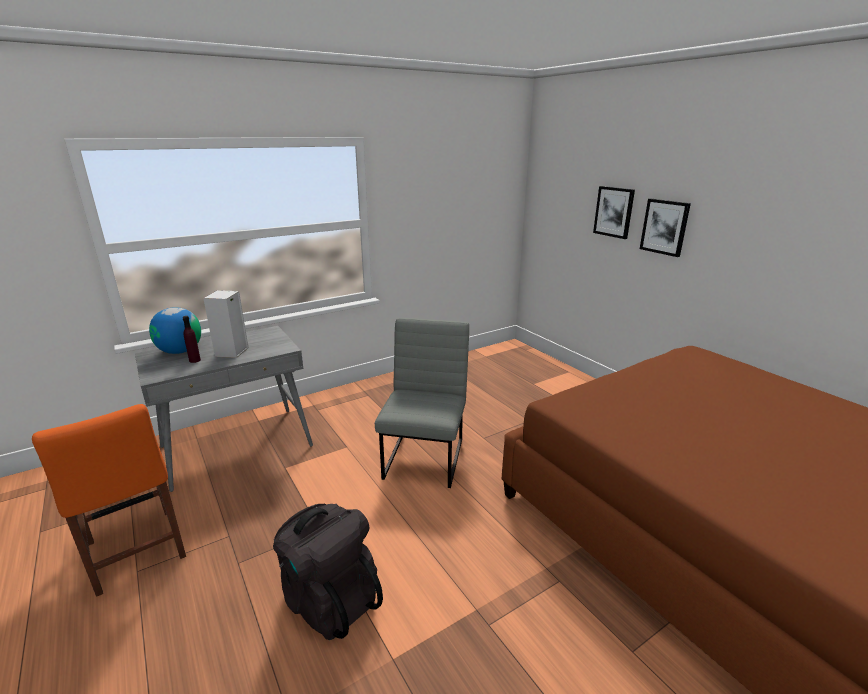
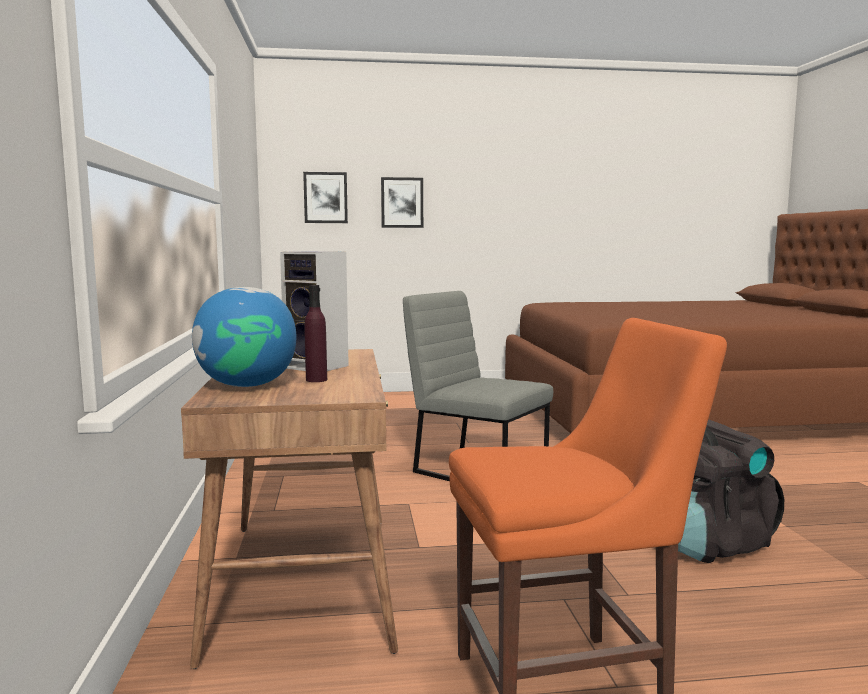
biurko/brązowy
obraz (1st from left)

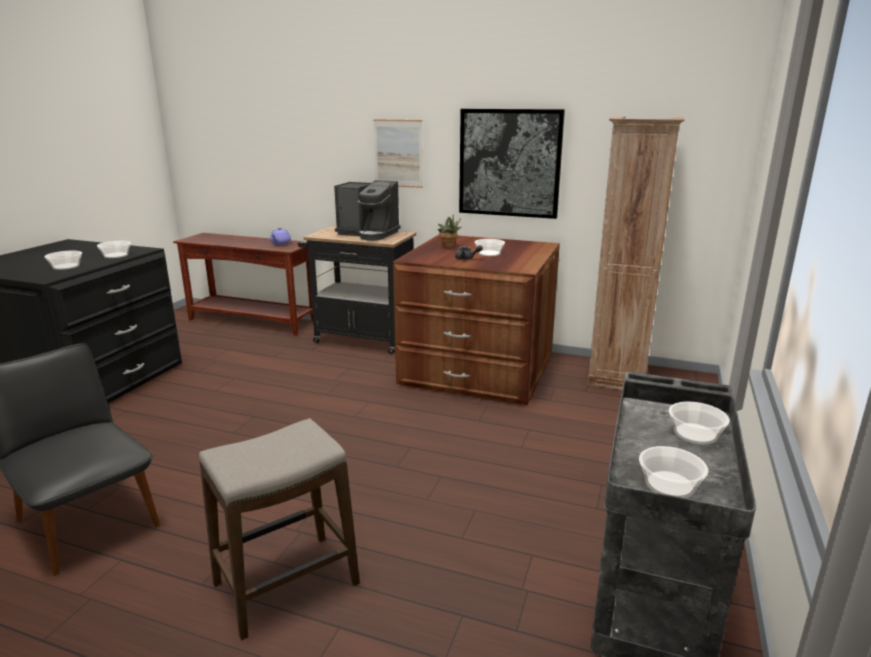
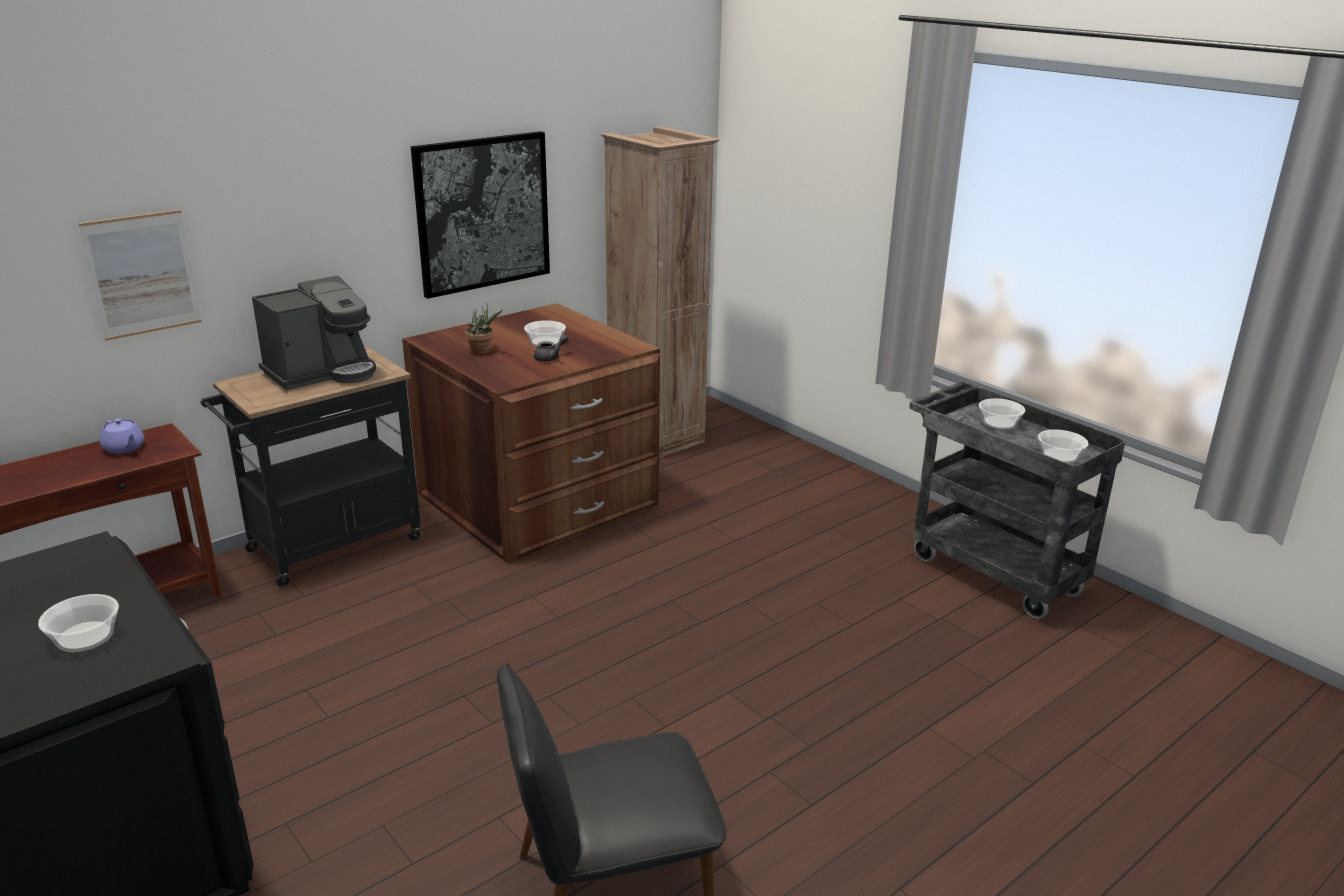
obraz (1st from left)
miska (2nd from left in the first image)
stołek

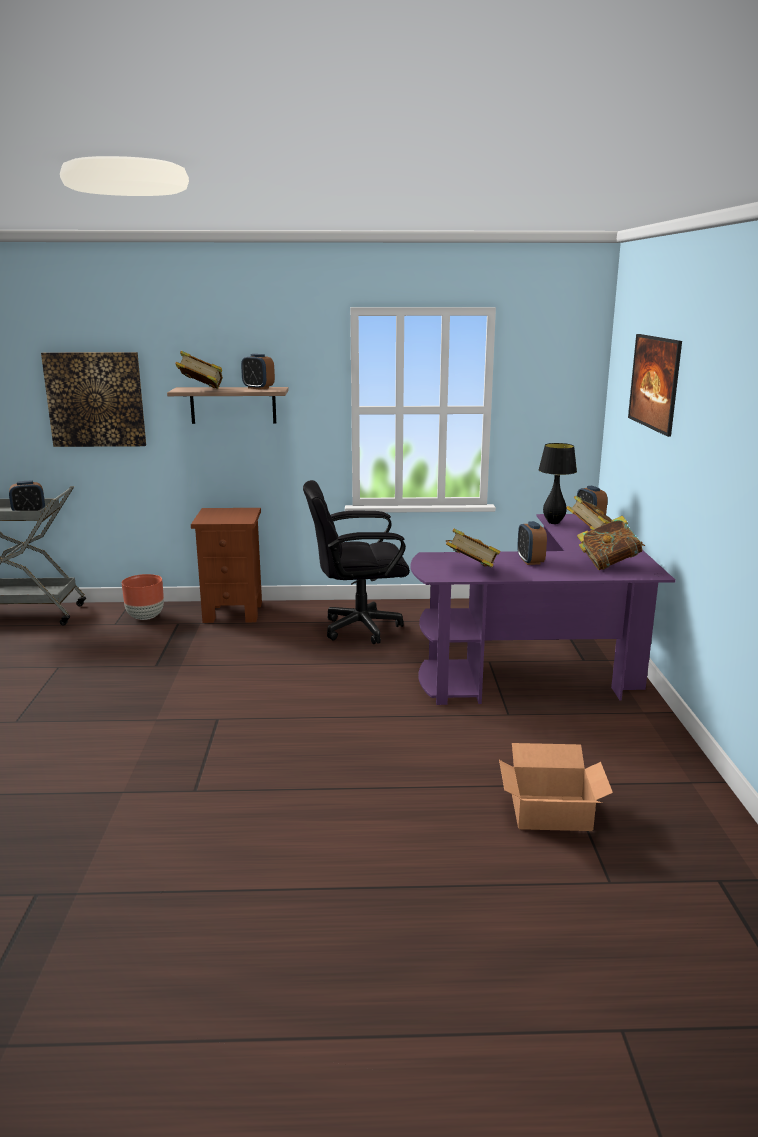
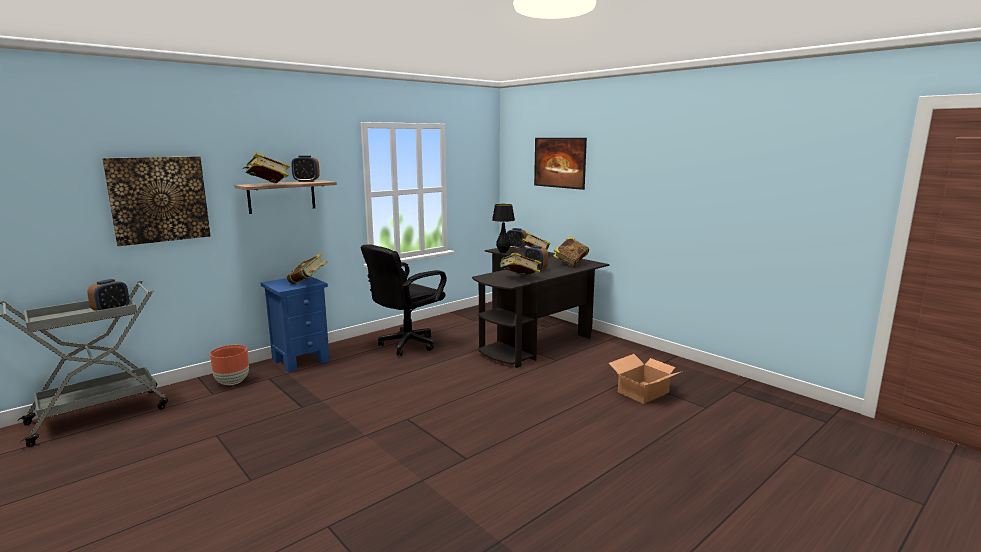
szafka nocna/niebieski
książka (2nd from left)
biurko/czarny

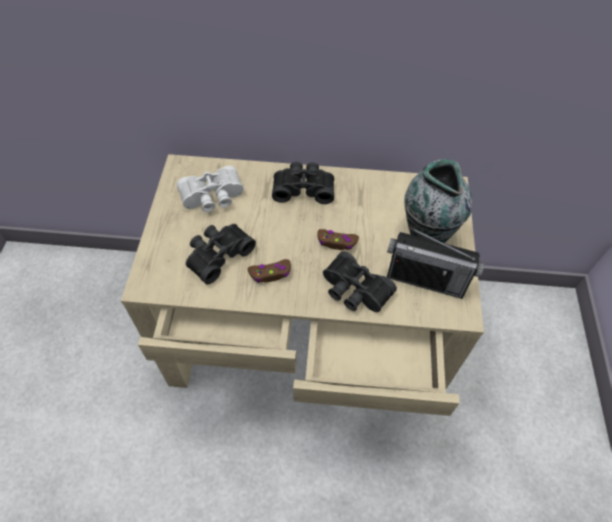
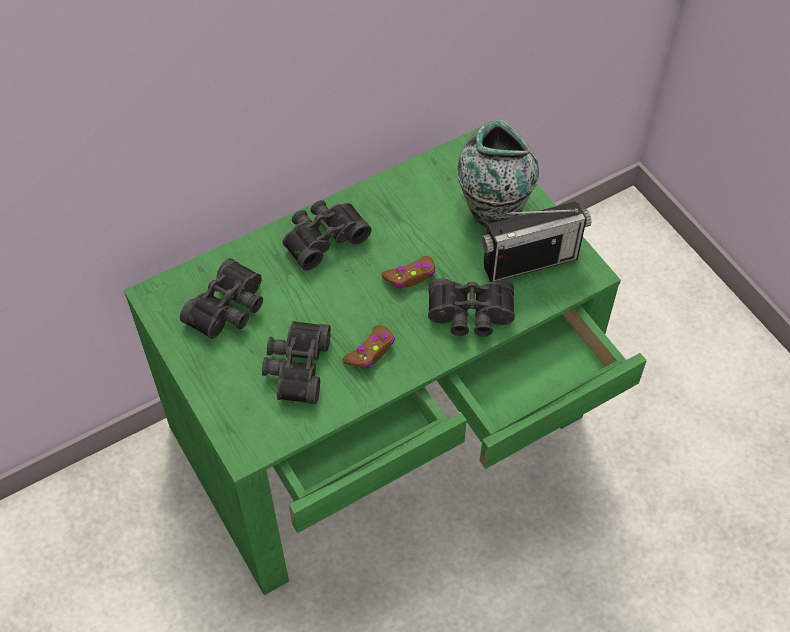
biurko/zielony
lornetka/czarny (1st from left)

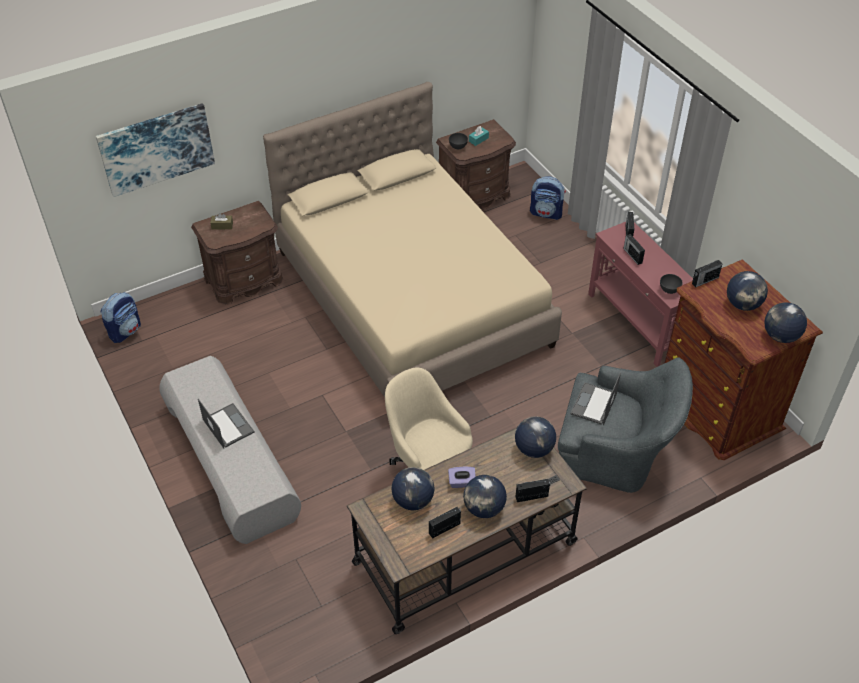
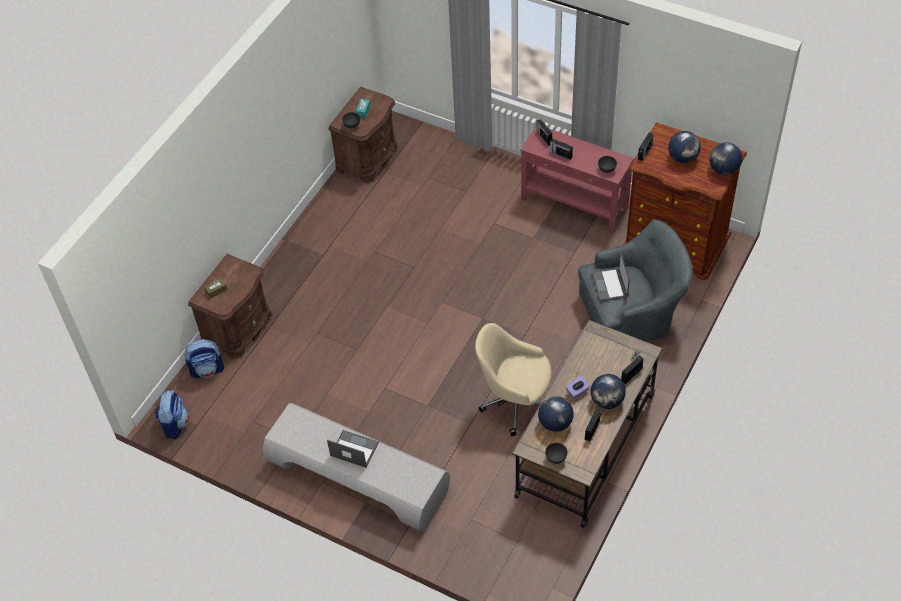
plecak (2nd from left)
miska/szary (2nd from left)
obraz
łóżko/beżowy
globus (3rd from left in the first image)

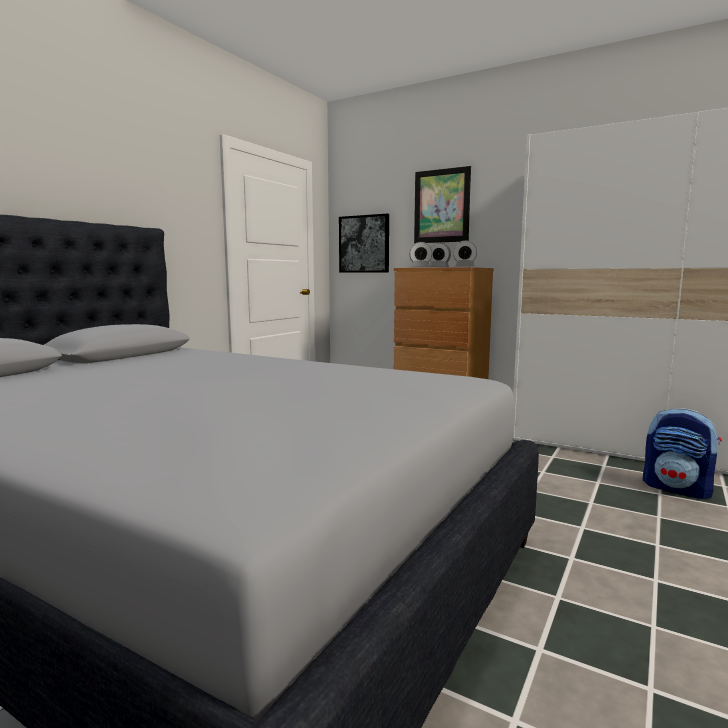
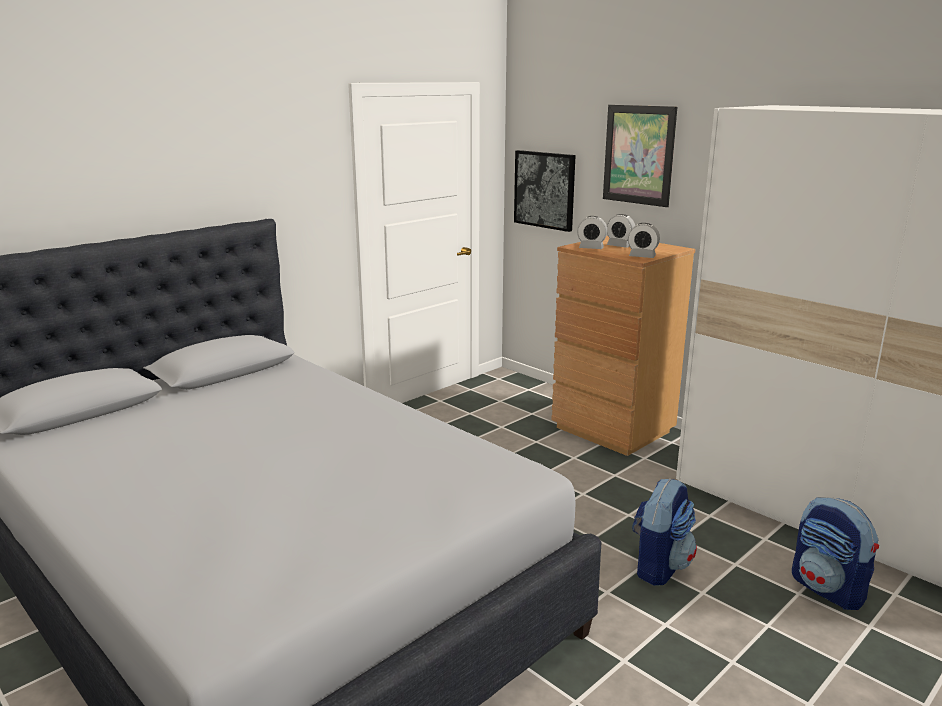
plecak (1st from left)

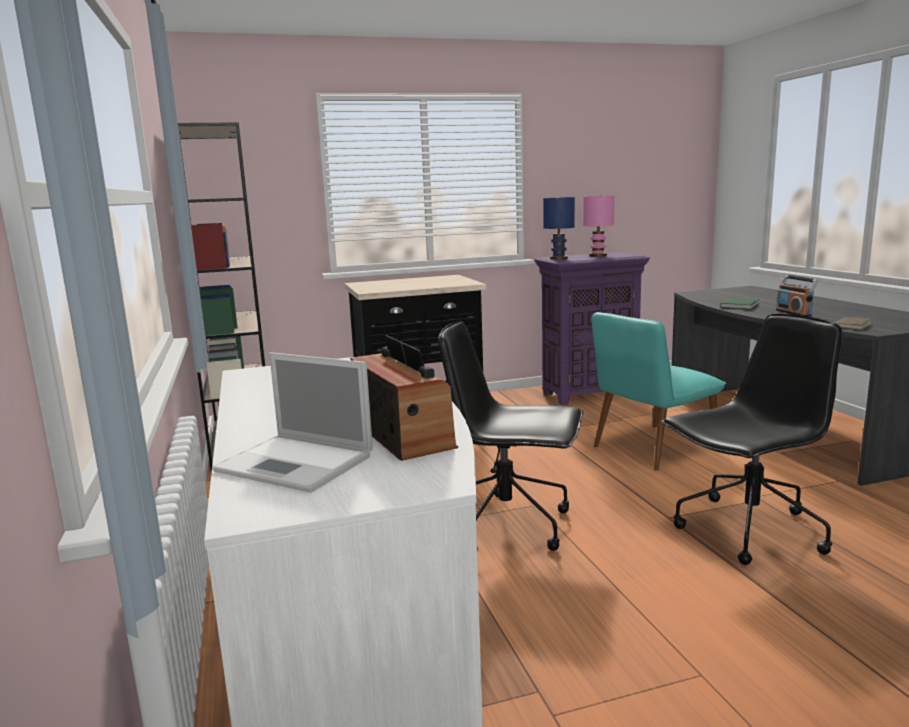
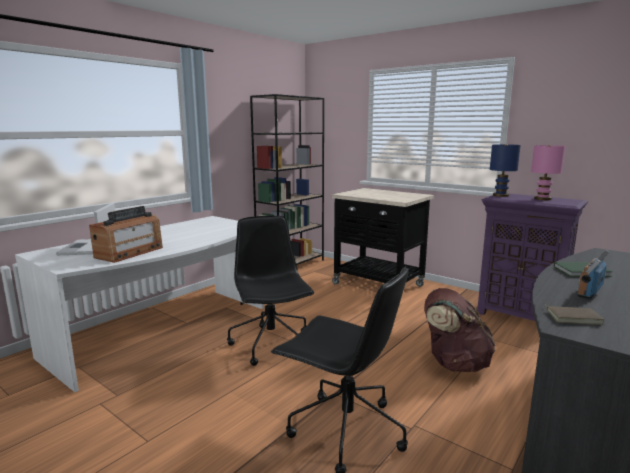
plecak/brązowy

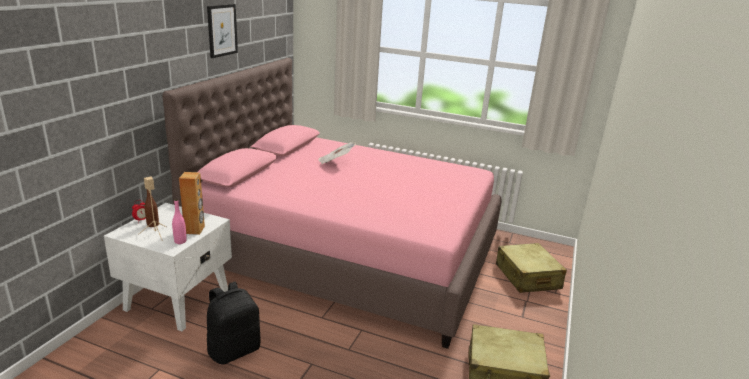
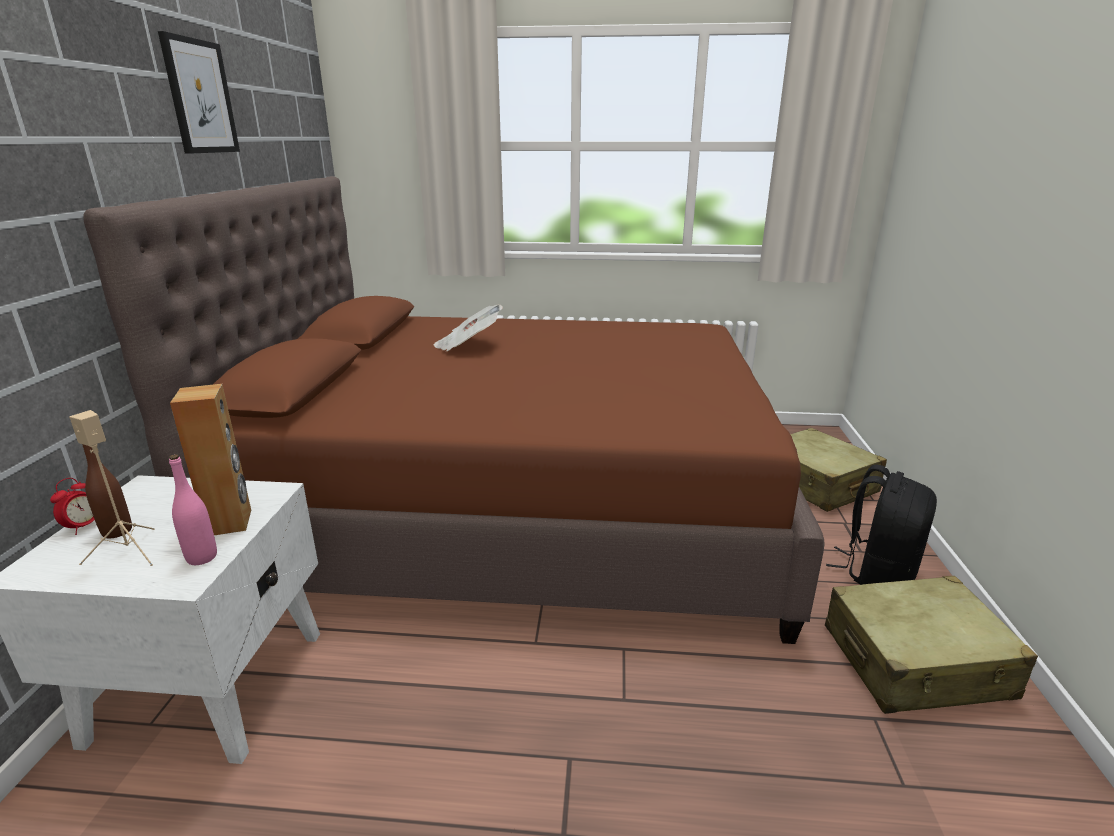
łóżko/brązowy
plecak/czarny

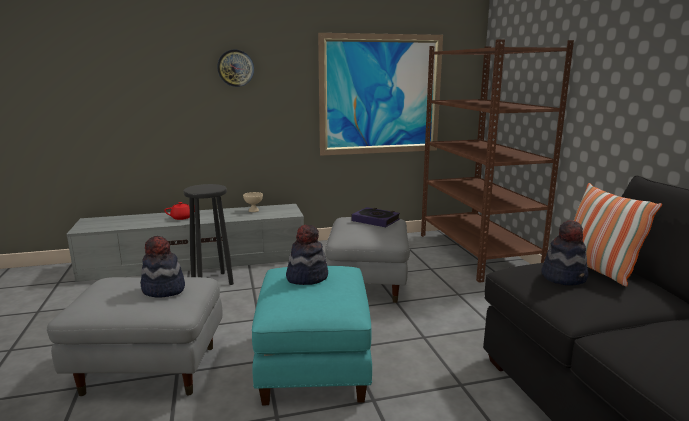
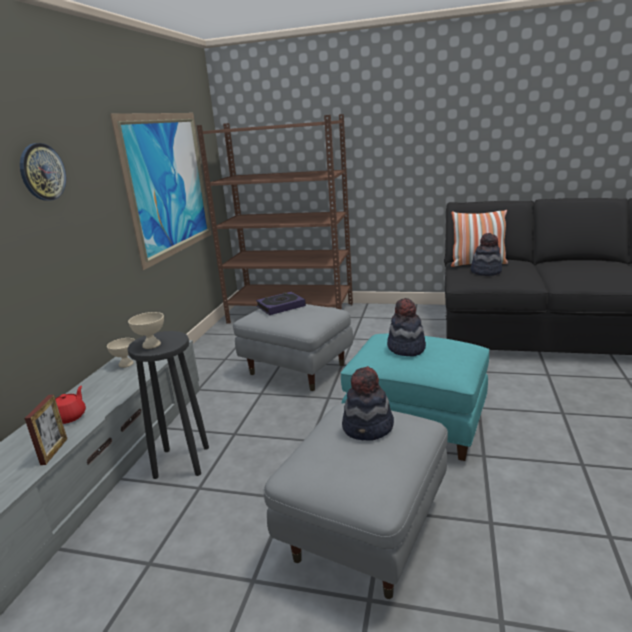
ramka na zdjęcie
miska/beżowy (2nd from left)

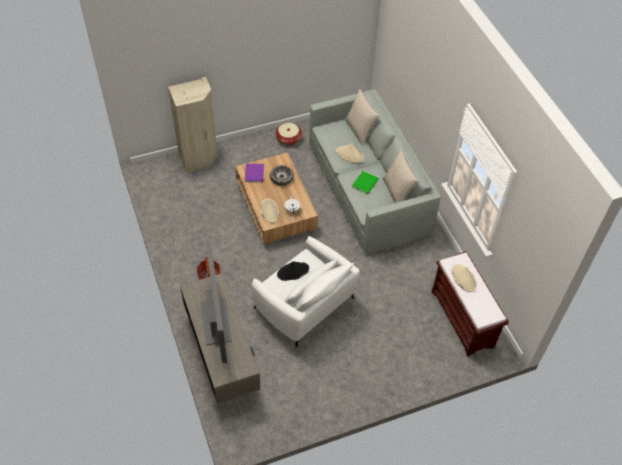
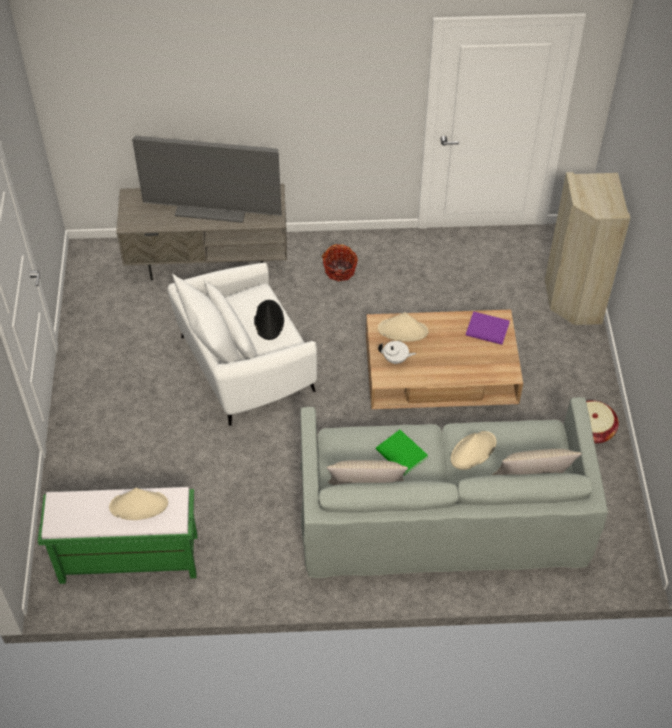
ławka/zielony
miska

